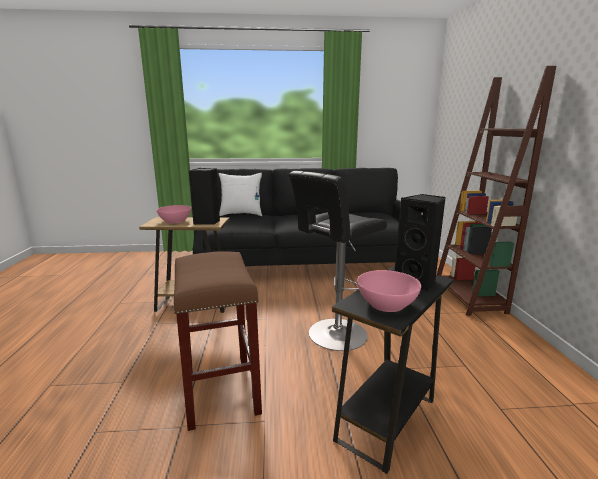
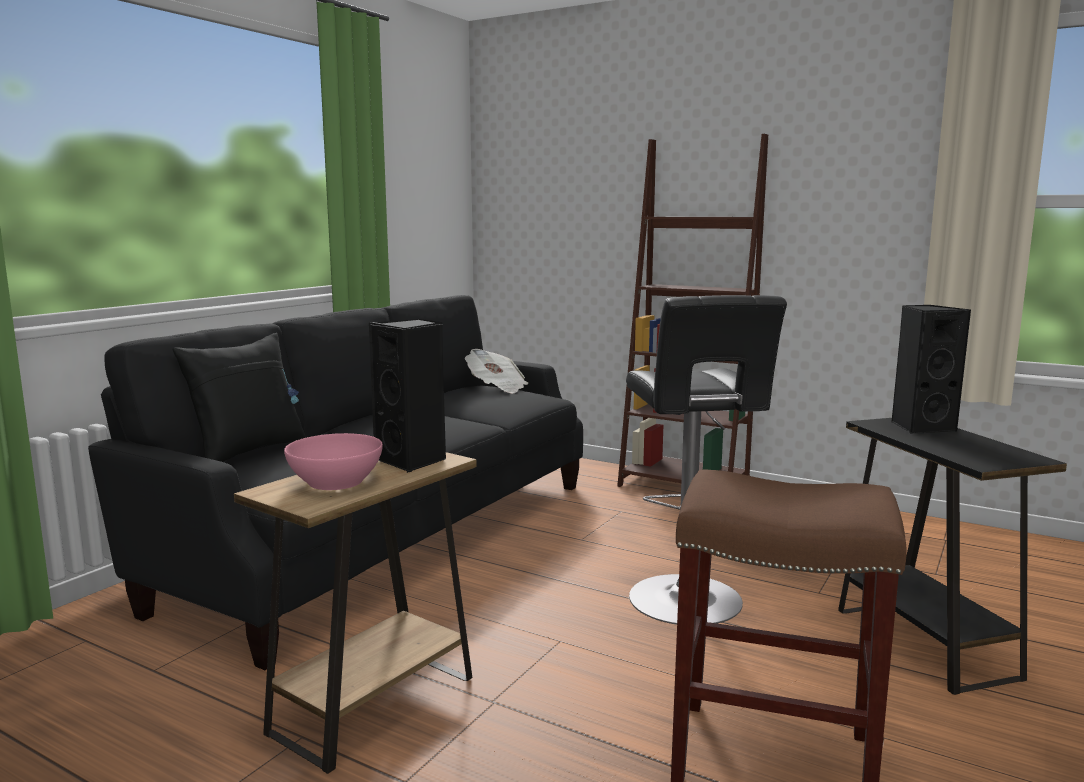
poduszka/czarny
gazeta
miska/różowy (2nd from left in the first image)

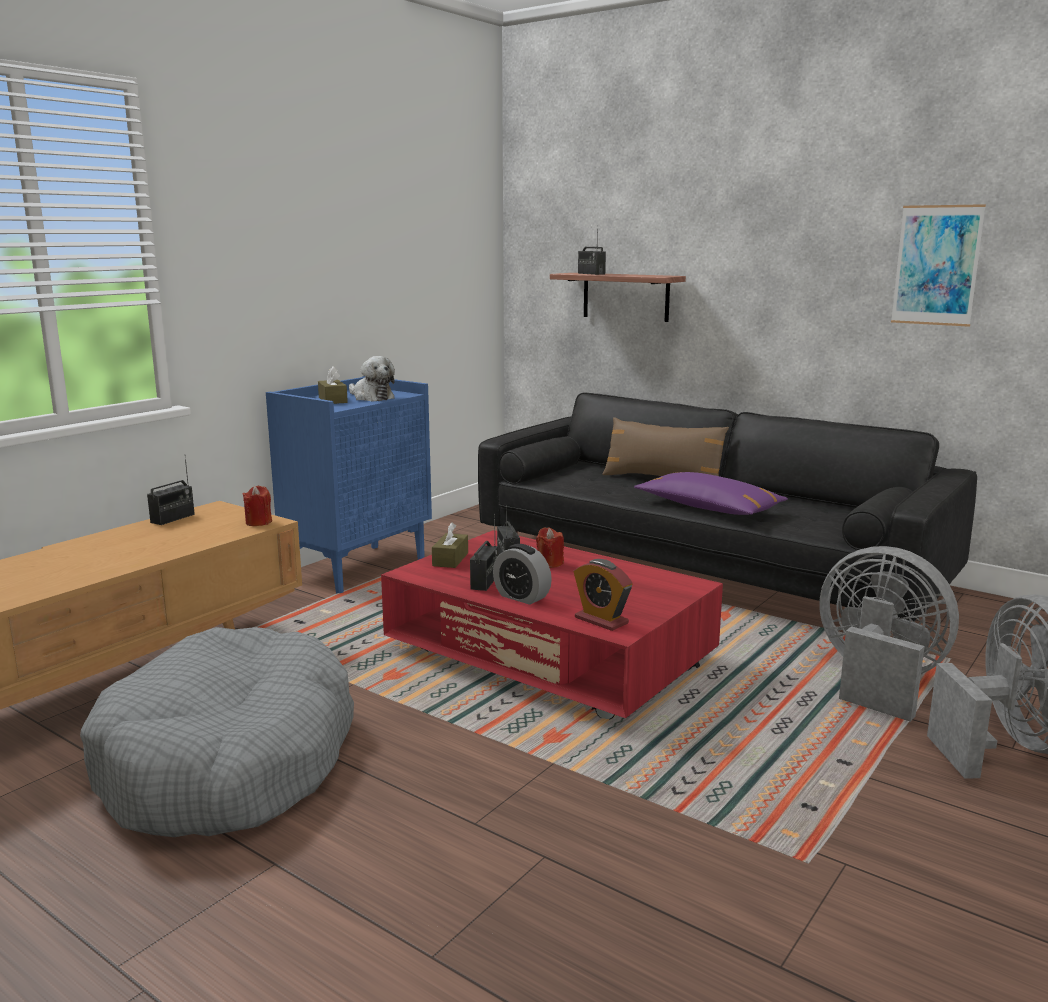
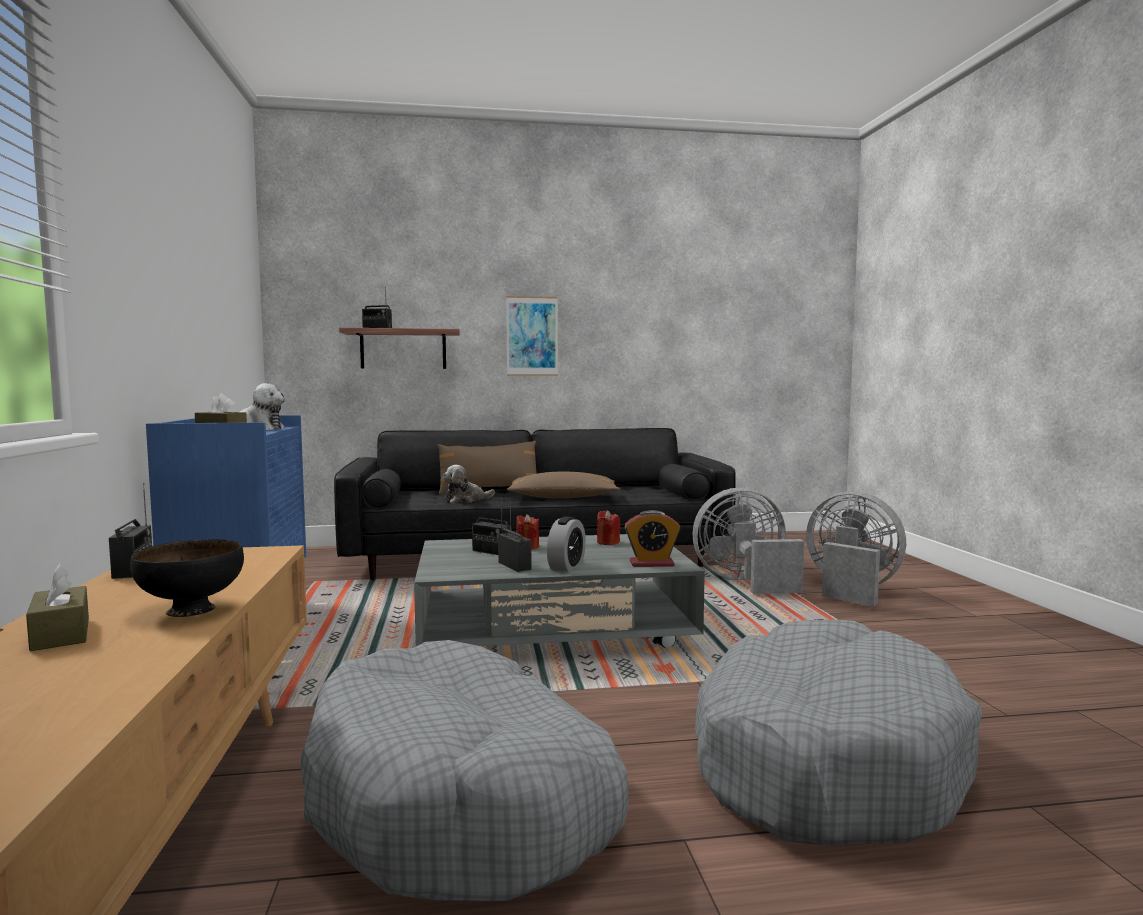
pudełko chusteczek/brązowy (1st from left)
miska/czarny
ława/szary
pluszak (2nd from left)
obraz
poduszka/brązowy (2nd from left)
budzik (1st from left)
świeca/czerwony (2nd from left)
legowisko/szary (2nd from left)

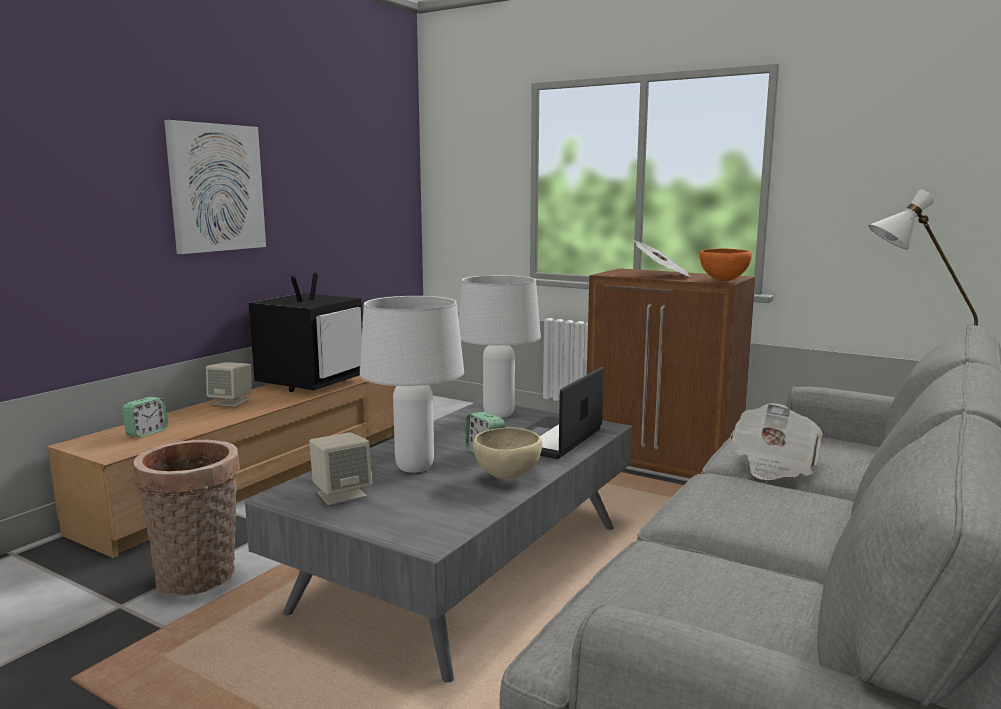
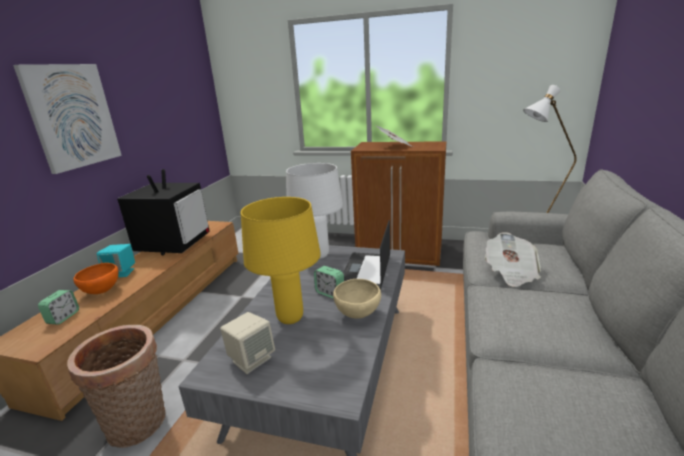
miska/pomarańczowy
głośnik/turkusowy
lampa stołowa/żółty

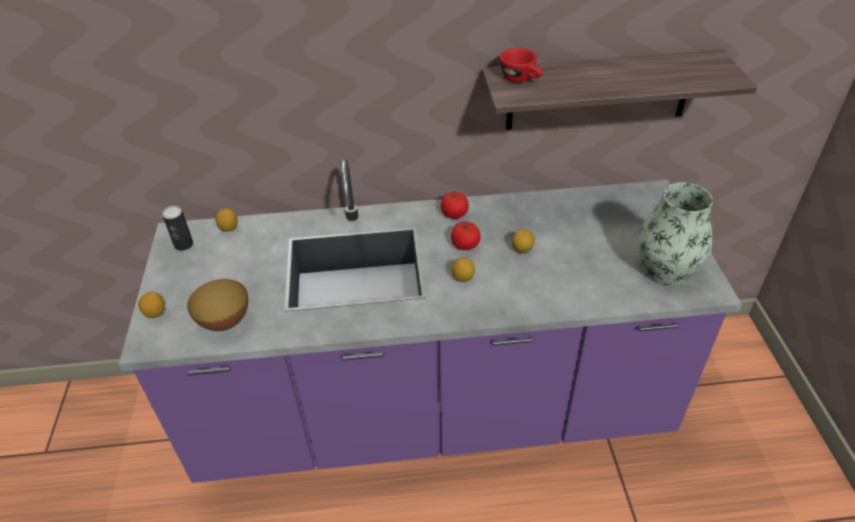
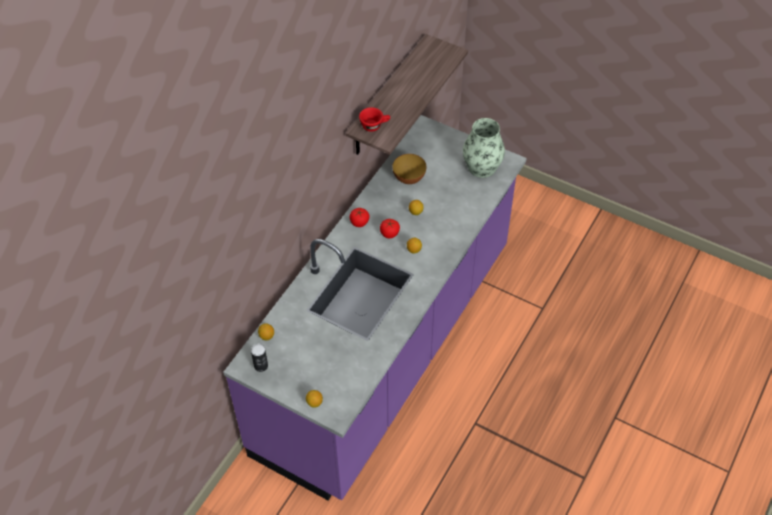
miska

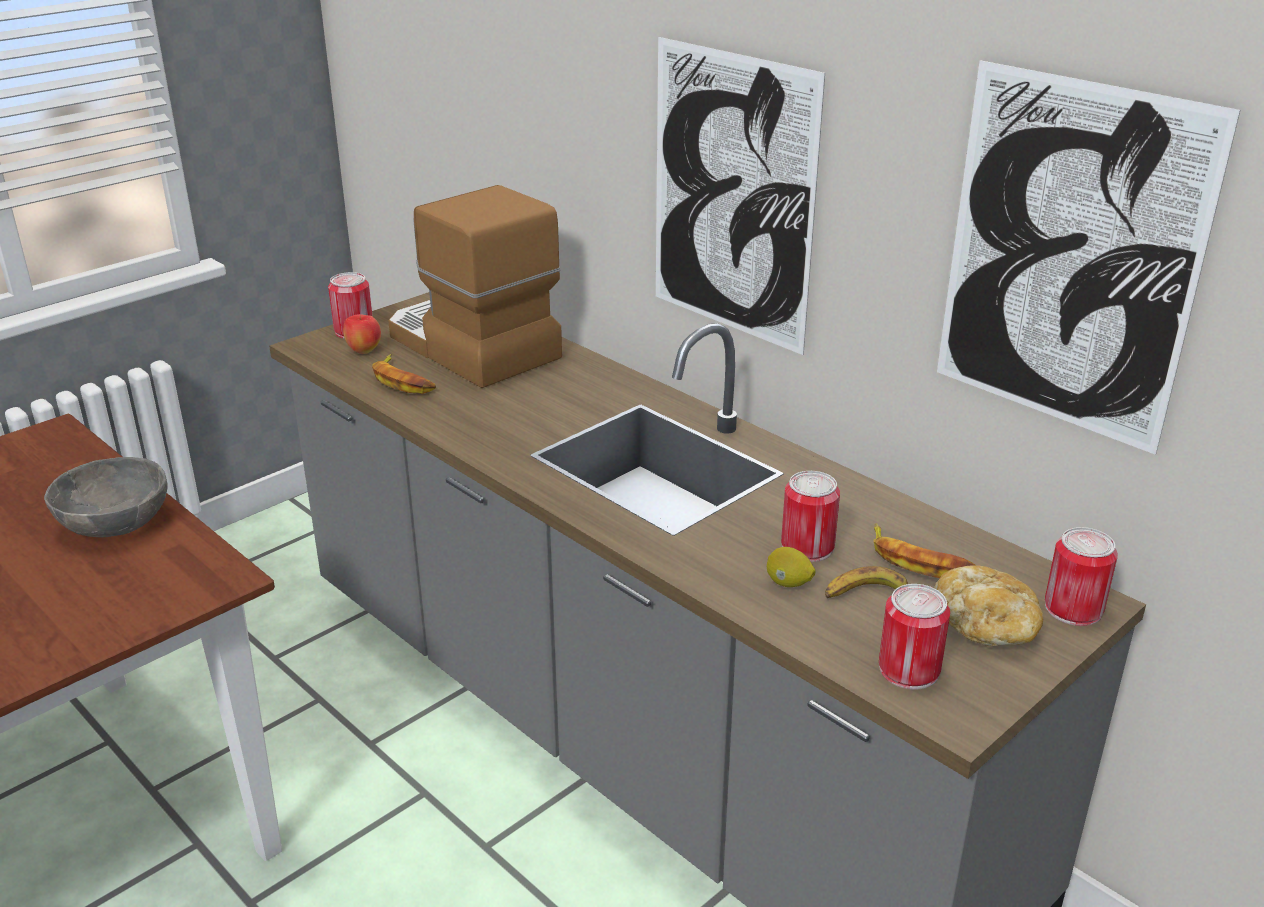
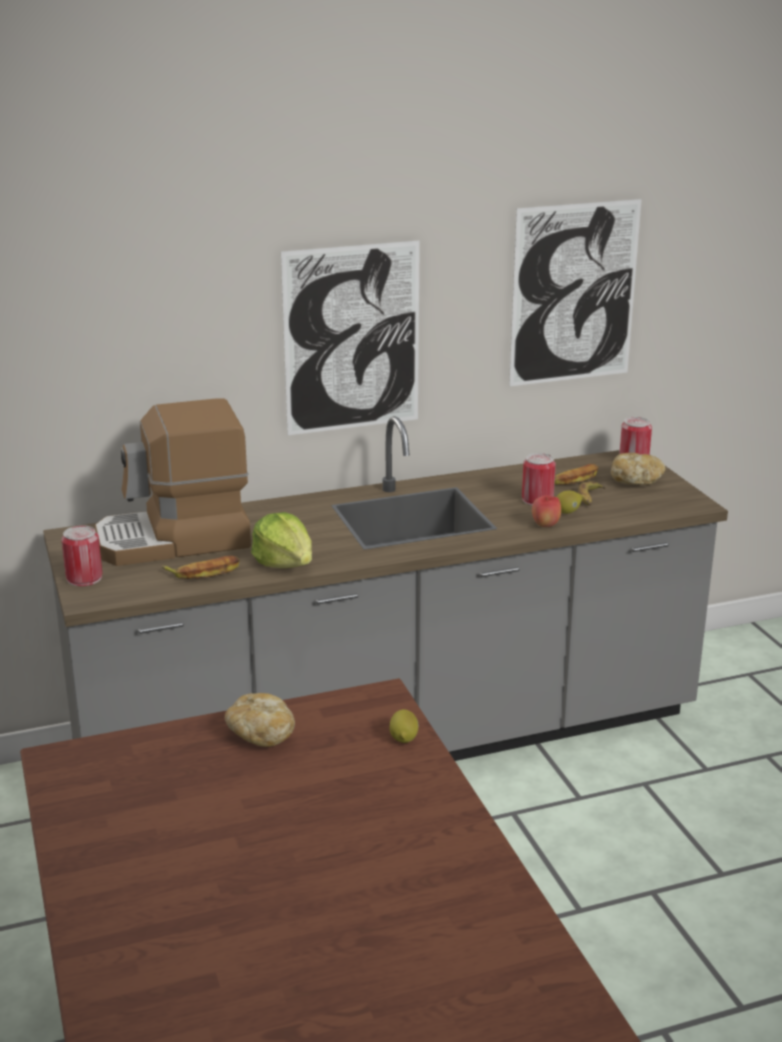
chleb (1st from left)
sałata
cytryna (1st from left)
jabłko
puszka (3rd from left in the first image)

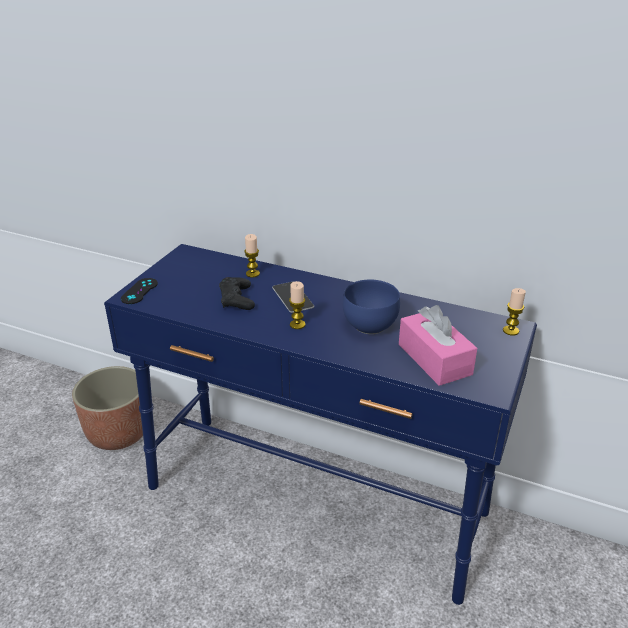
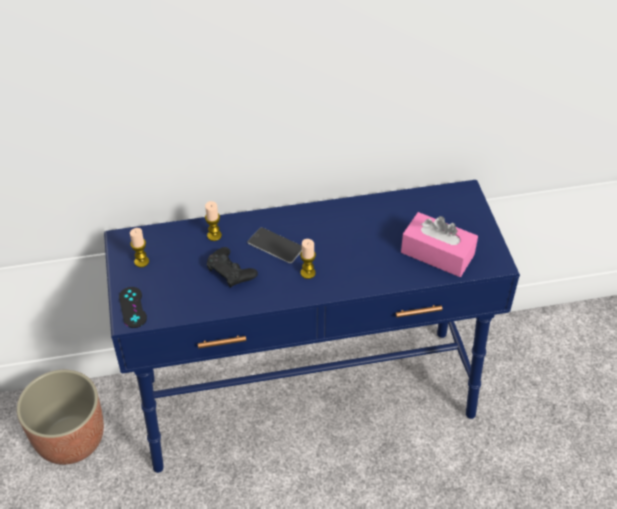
świeca (1st from left)
miska/niebieski

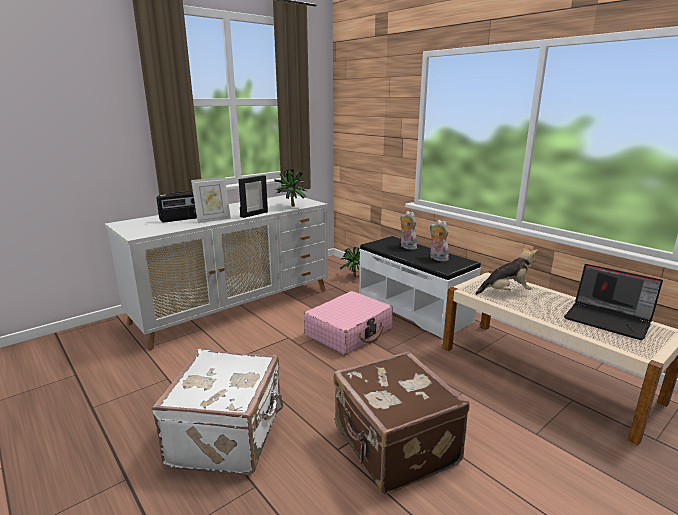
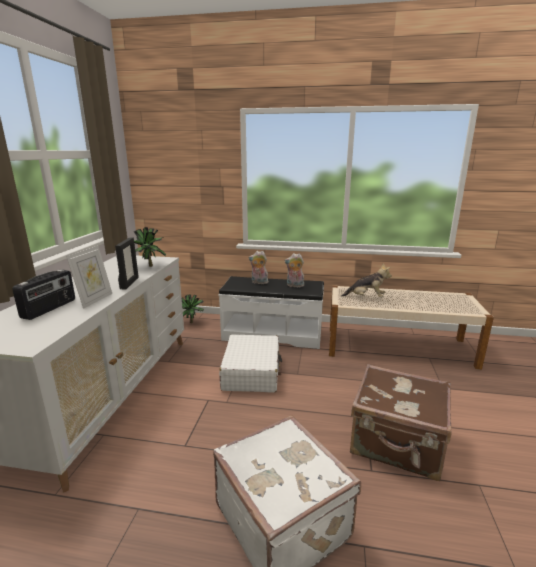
walizka/biały (1st from left)
pluszak (3rd from left)
laptop

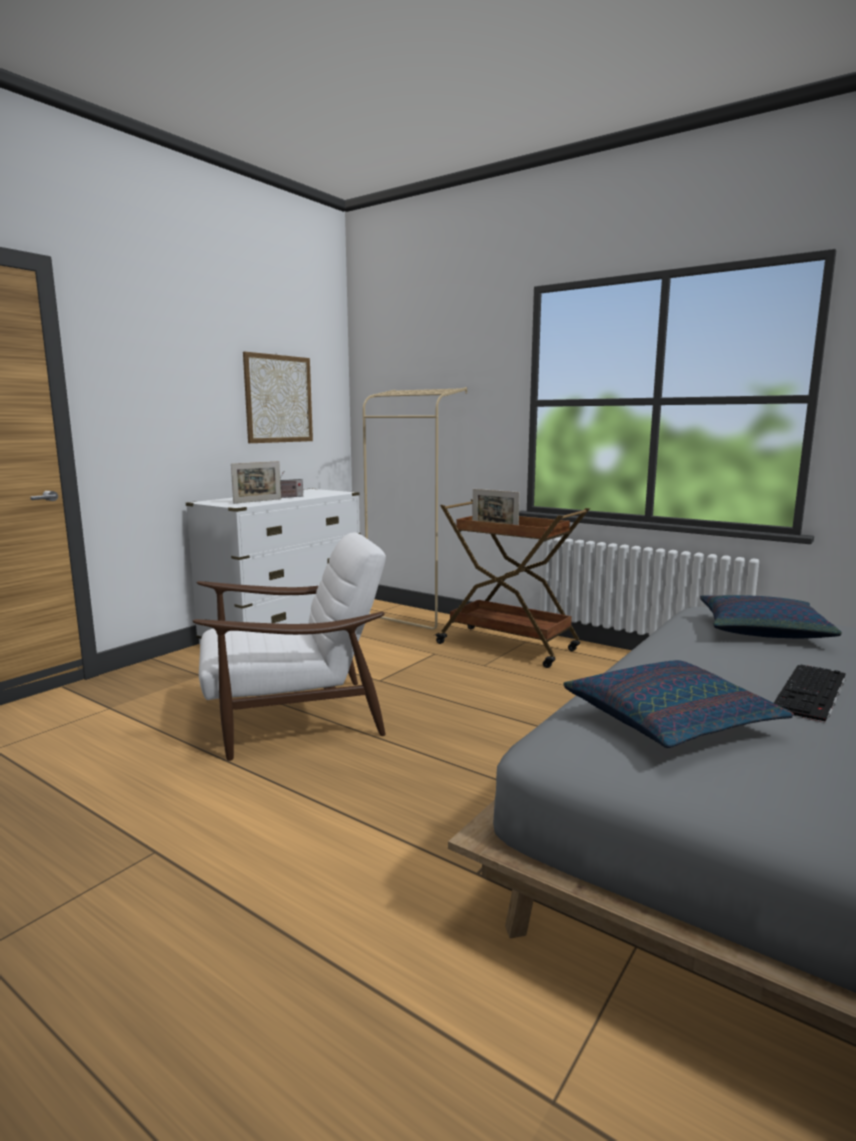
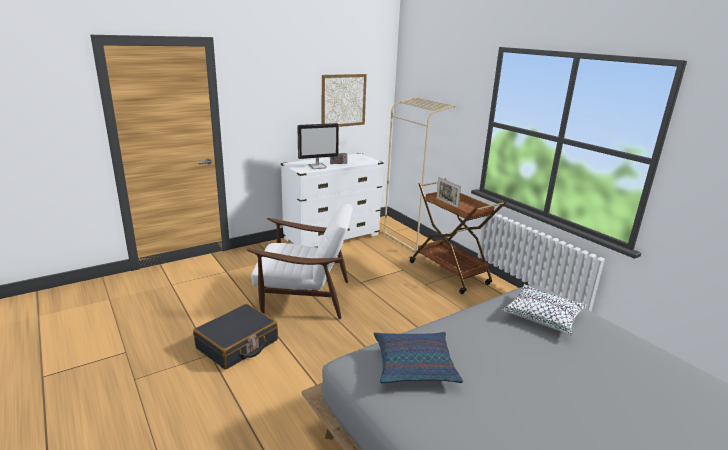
walizka/czarny
monitor
poduszka/biały
klawiatura

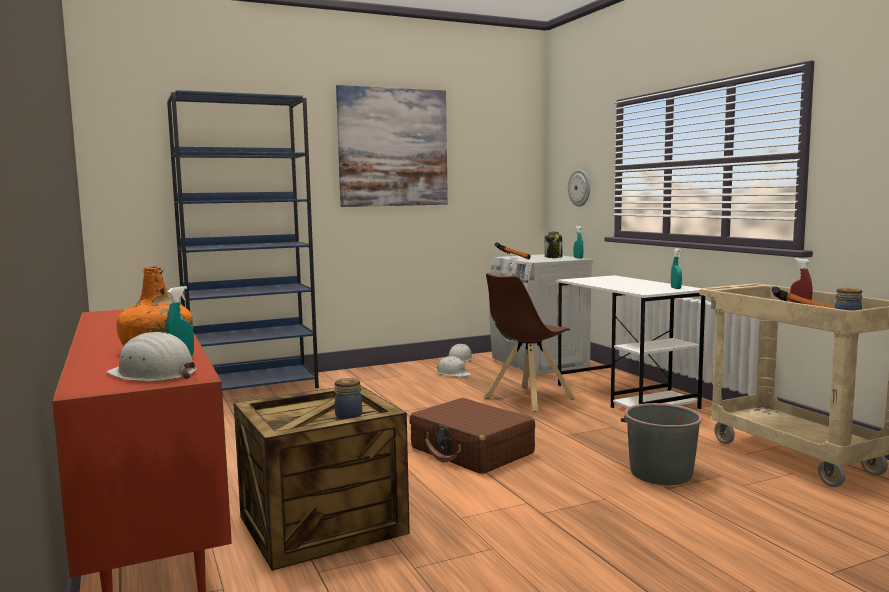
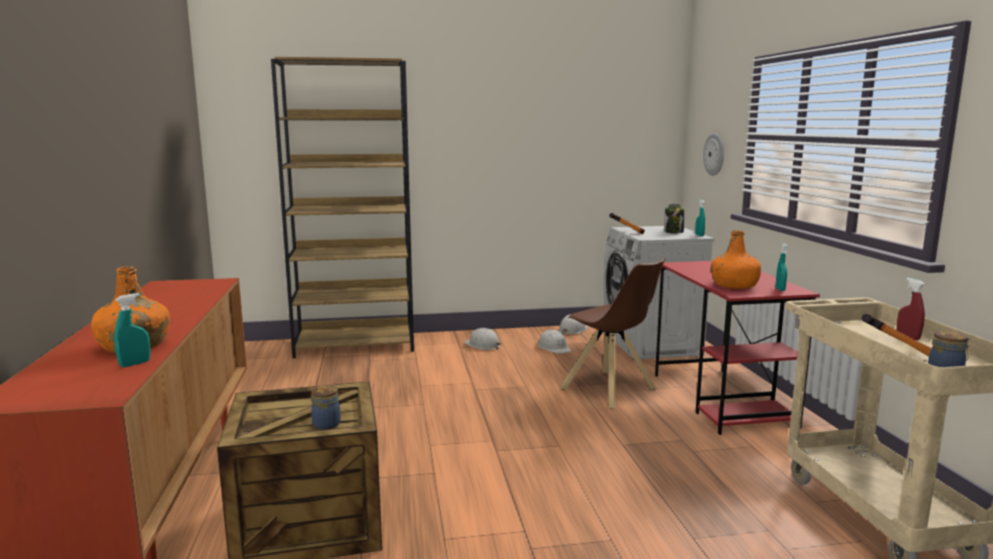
regał/brązowy
kask/biały (1st from left)
krzesło/brązowy
biurko/czerwony
butelka/pomarańczowy (2nd from left)
obraz
walizka/brązowy
wiadro/szary

